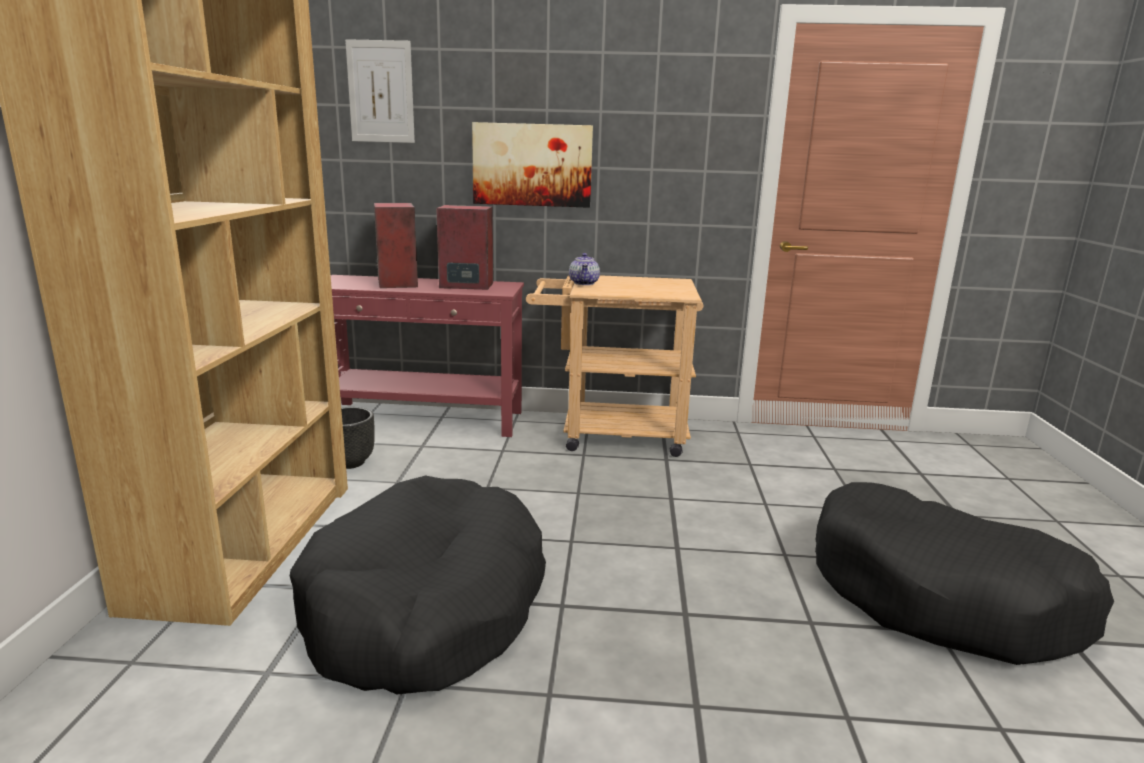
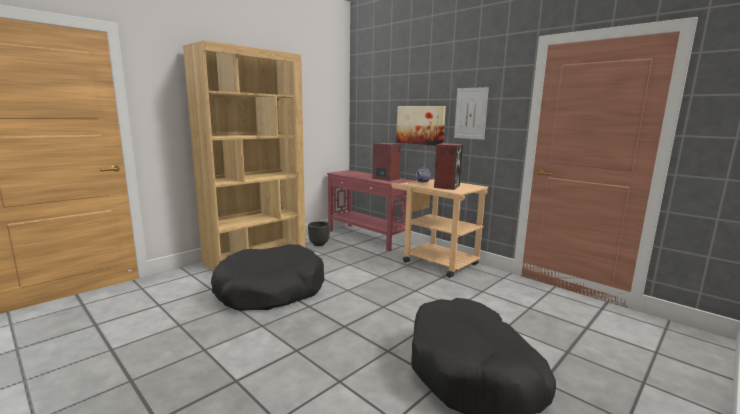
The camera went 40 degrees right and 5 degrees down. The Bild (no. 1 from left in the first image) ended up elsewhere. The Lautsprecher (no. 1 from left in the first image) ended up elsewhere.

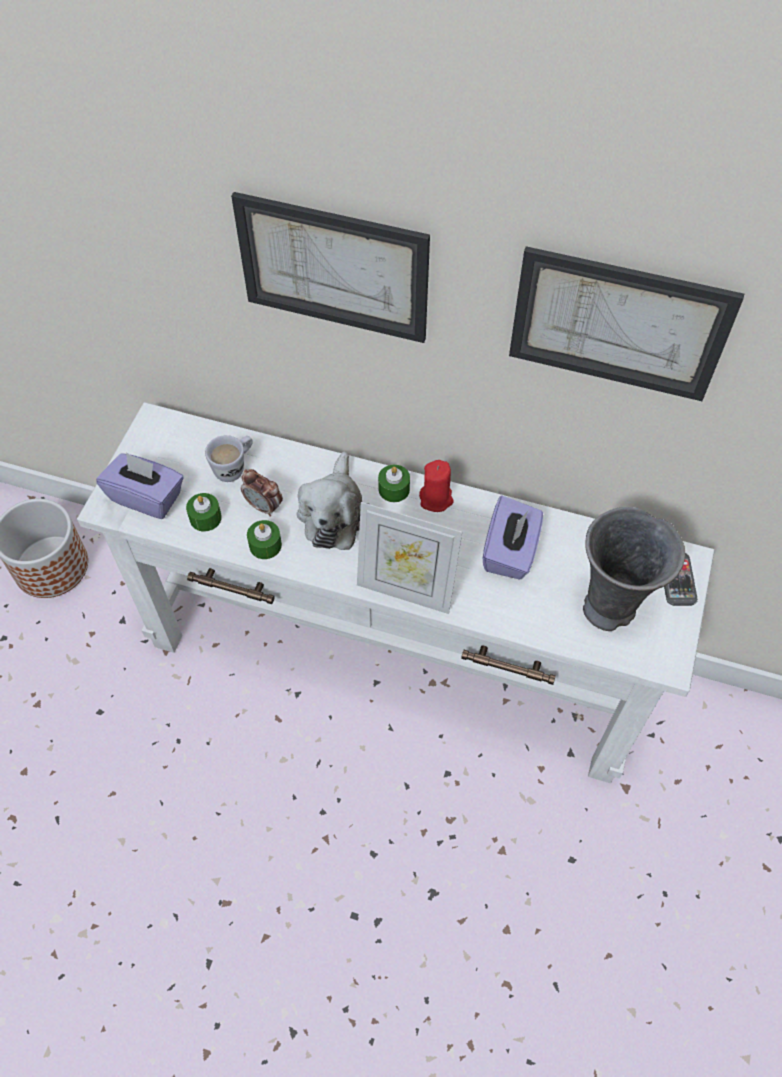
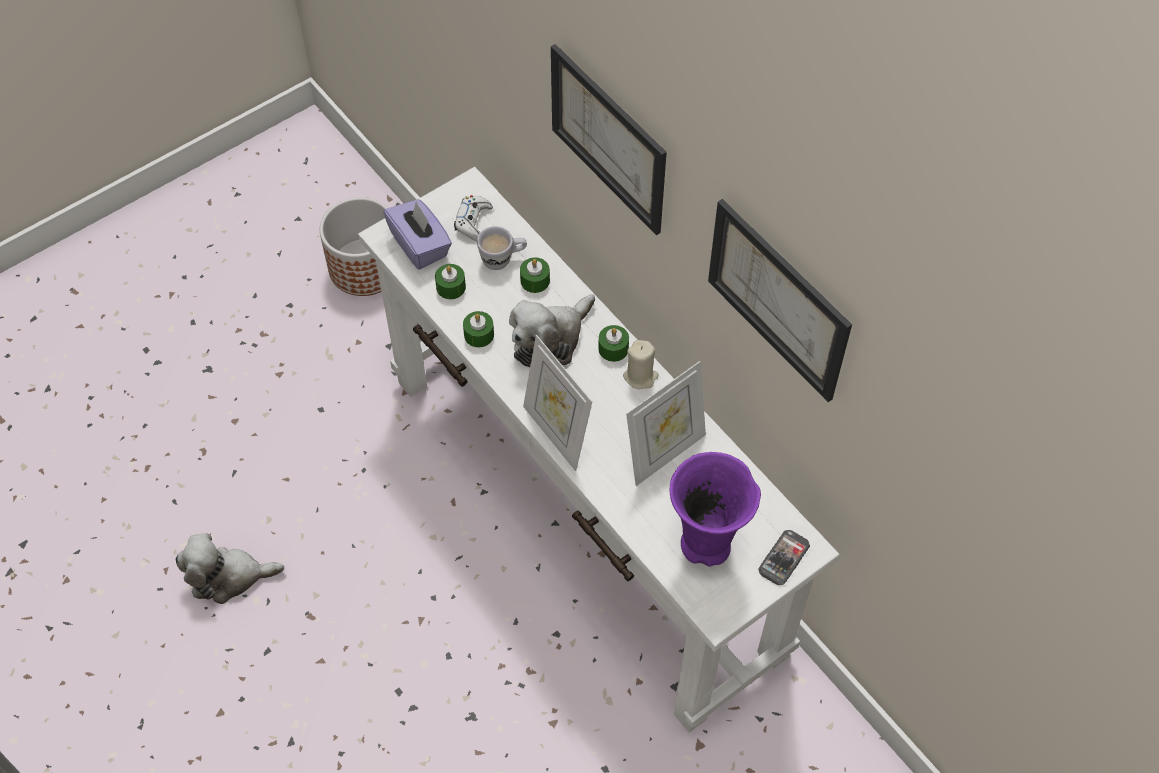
The camera went 35 degrees right and 0 degrees up. The second view lost the Wecker. The second view gained the Plüschtier (no. 1 from left). The second view gained the Gamepad/weiß. The second view gained the Kerze/grün (no. 3 from left). Where the Taschentuchbox/lila (no. 2 from left) stood, the Bilderrahmen (no. 2 from left) came to stand. What was the Kerze/rot turned into the Kerze/beige. What was the Vase/grau turned into the Vase/lila.

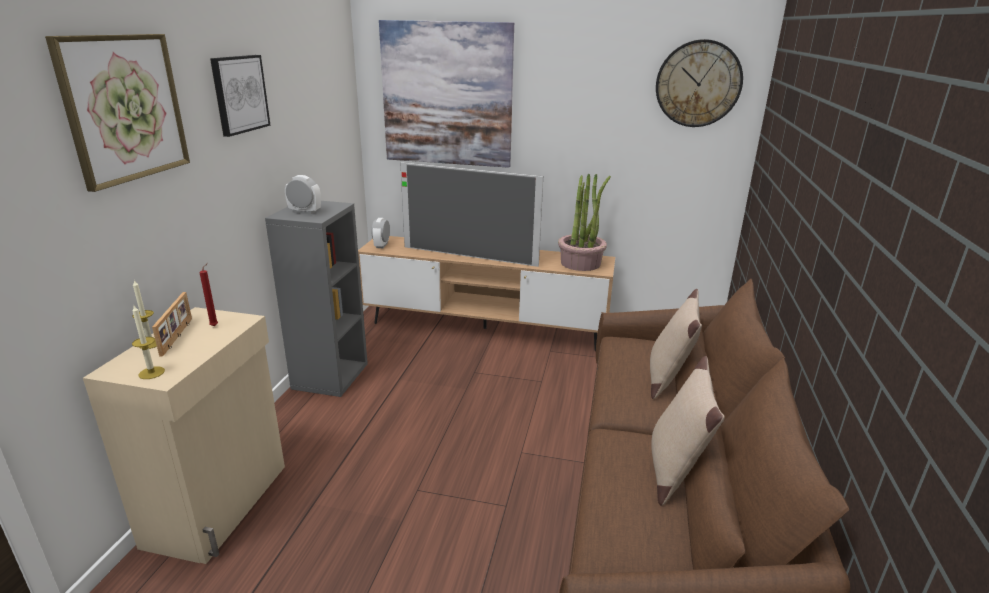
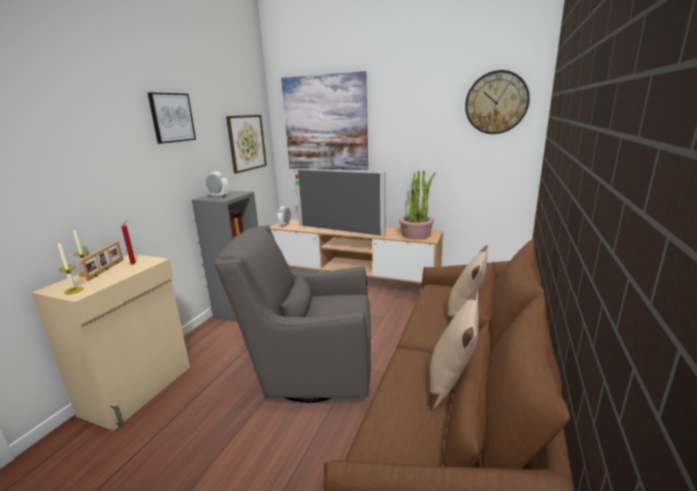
The camera went 10 degrees right and 5 degrees down. The second view gained the Sessel/grau. The Bild (no. 1 from left in the first image) ended up elsewhere.

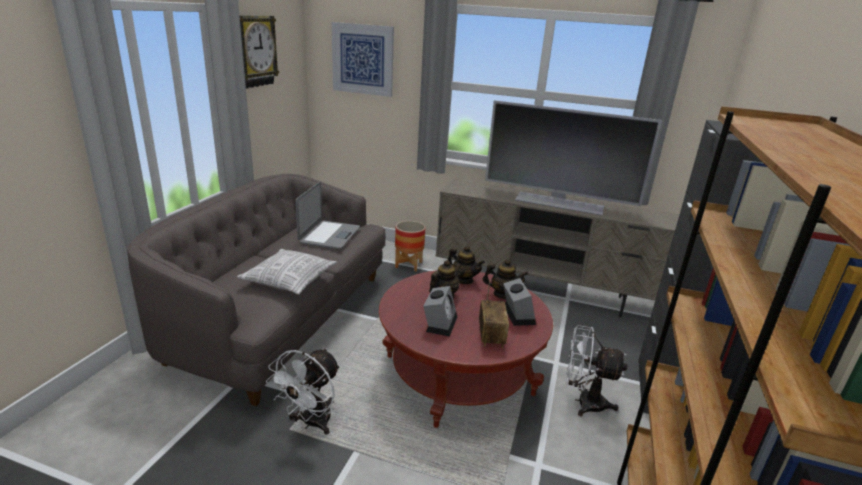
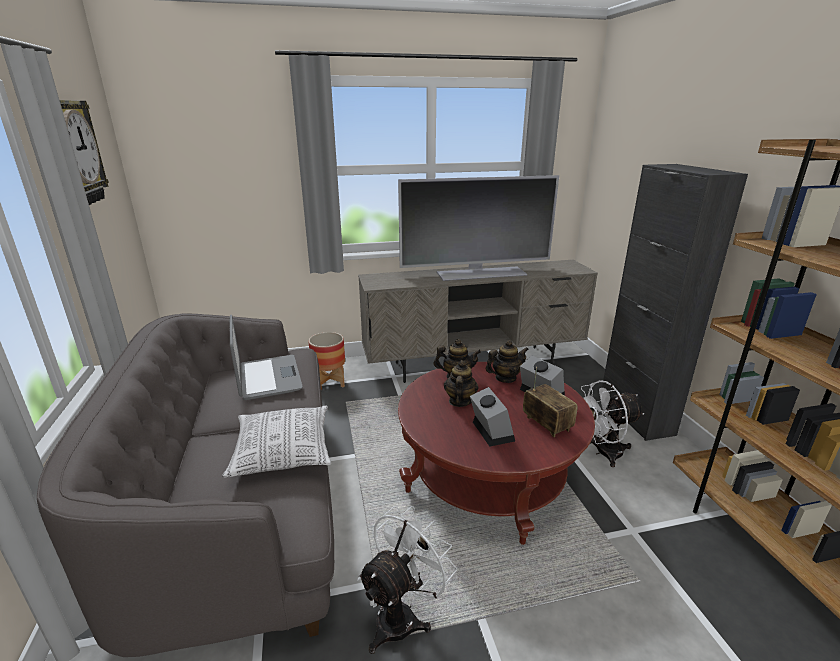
The camera went 30 degrees left and 0 degrees up. The second view lost the Bild. The Ventilator/weiß (no. 1 from left) ended up facing another way, 135 degrees counterclockwise from before.

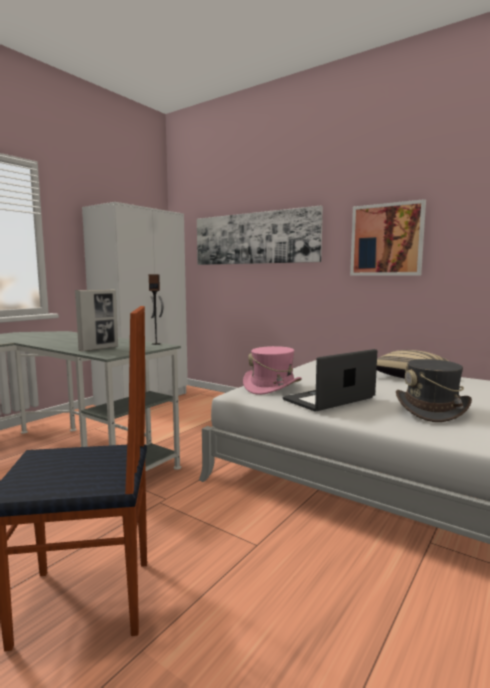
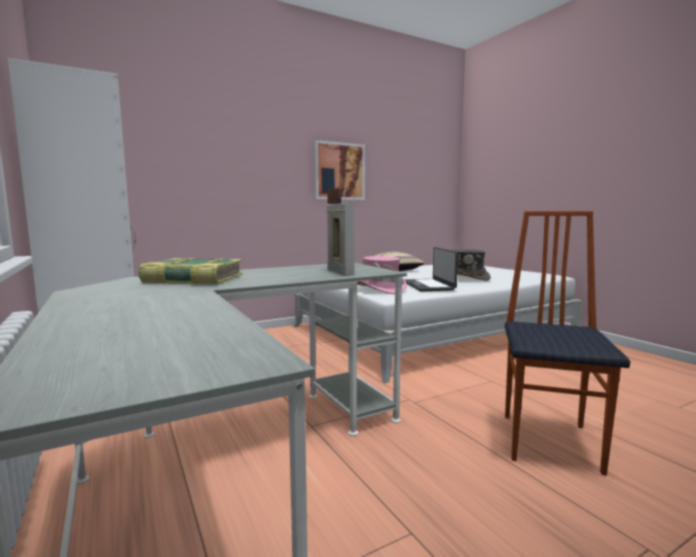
The camera went 65 degrees left and 0 degrees up. The second view lost the Bild (no. 1 from left). The second view gained the Buch.

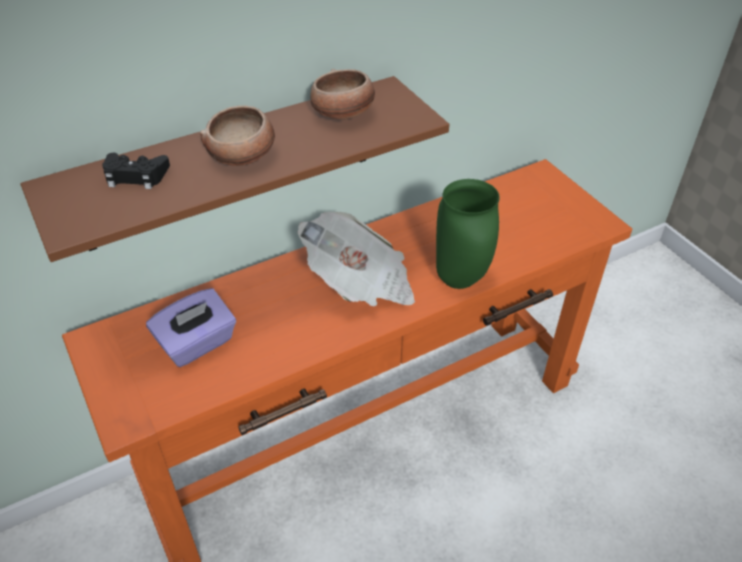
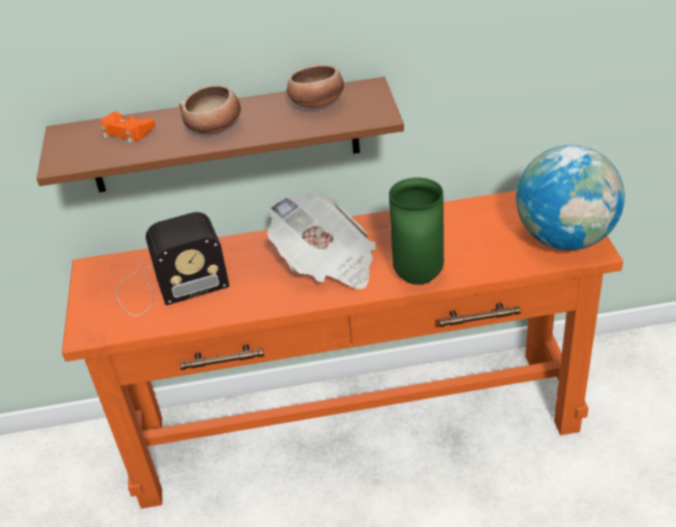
The camera went 25 degrees right and 5 degrees down. The second view gained the Globus. Where the Taschentuchbox/lila stood, the Radio came to stand. What was the Gamepad/schwarz turned into the Gamepad/orange.

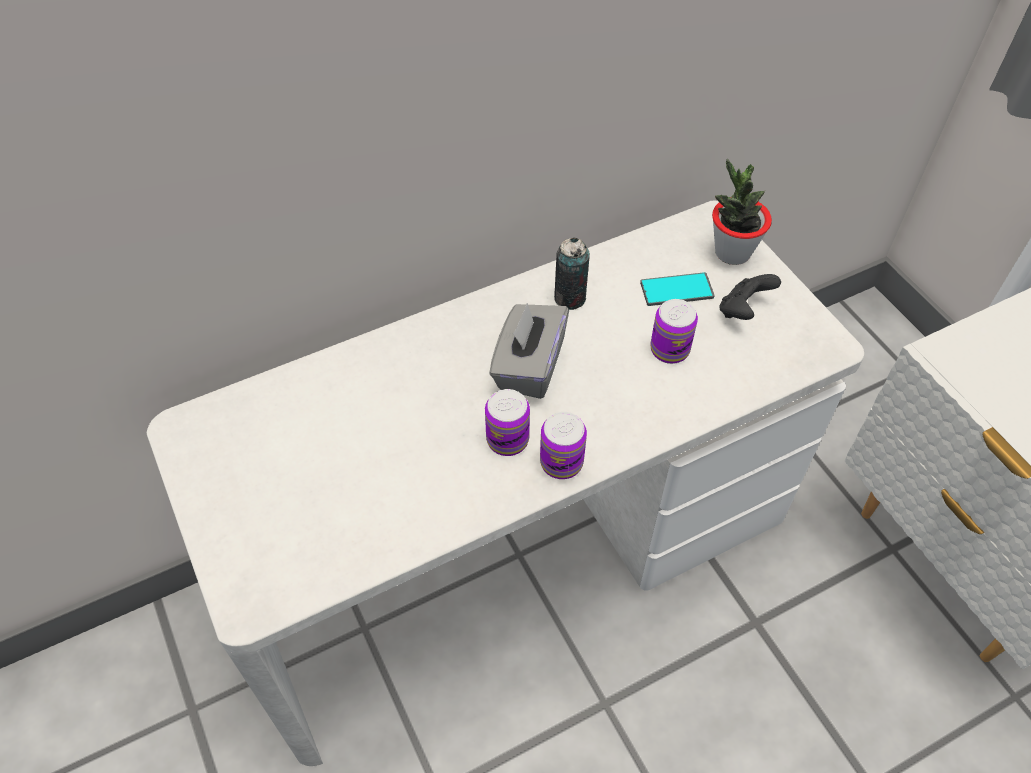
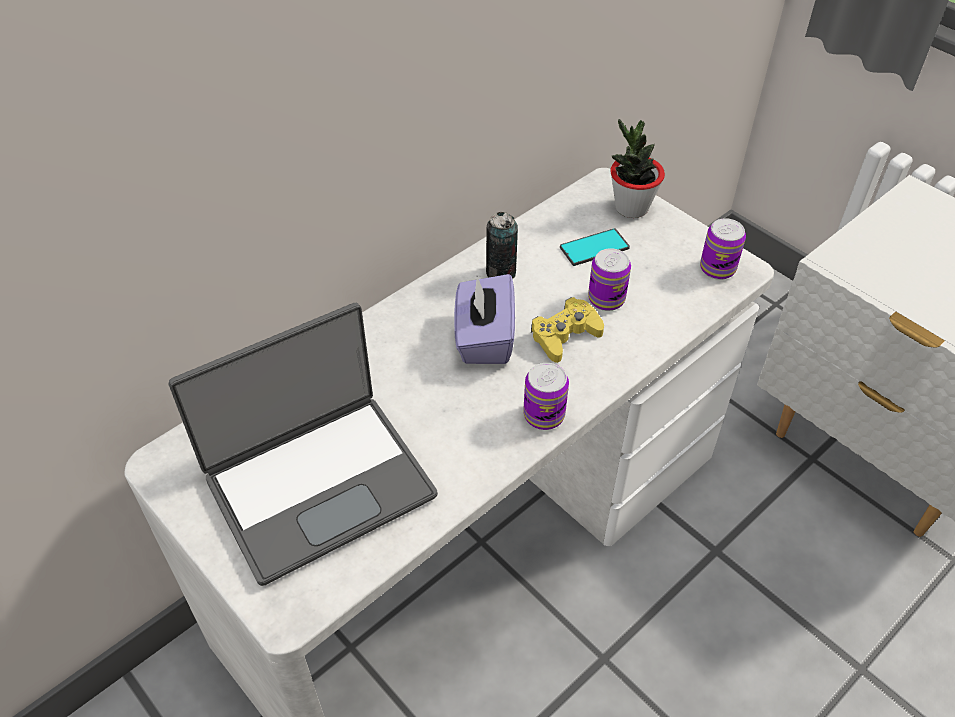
The camera went 15 degrees left and 5 degrees down. The second view lost the Gamepad/schwarz. The second view gained the Laptop. The second view gained the Gamepad/gelb. The Dose (no. 1 from left in the first image) ended up elsewhere. What was the Taschentuchbox/grau turned into the Taschentuchbox/lila.

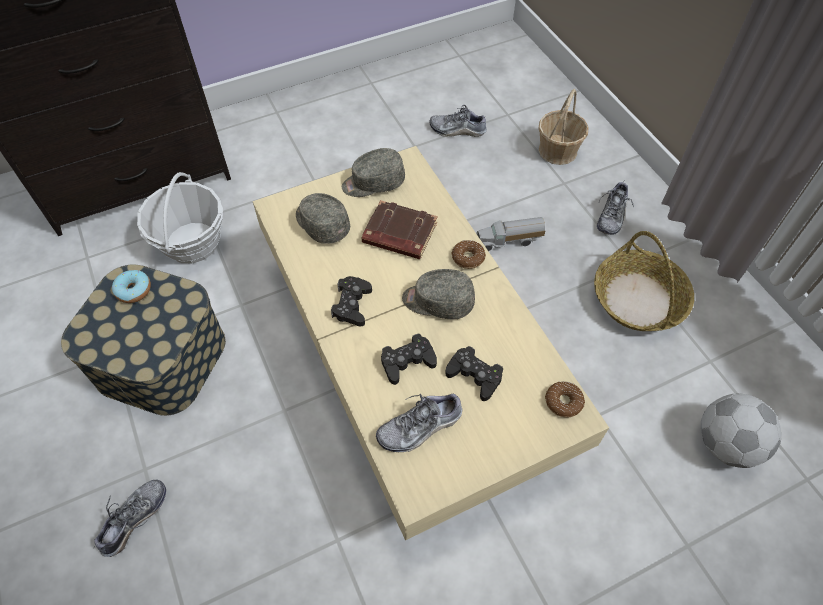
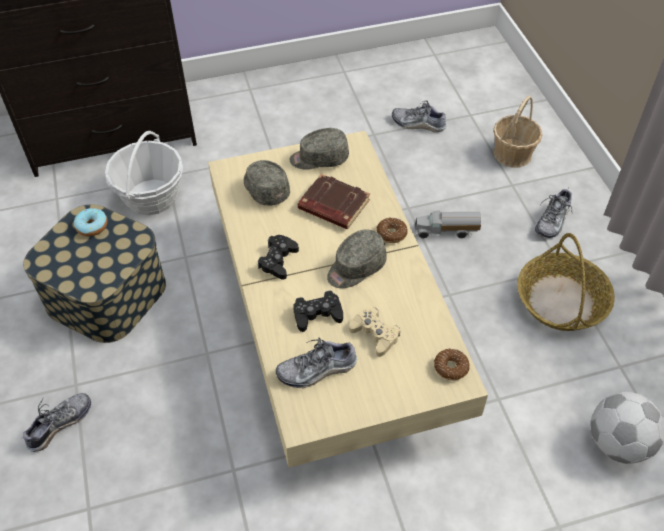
The camera went 10 degrees right and 5 degrees down. What was the Gamepad/schwarz (no. 3 from left) turned into the Gamepad/beige. The Kappe/grau (no. 3 from left) ended up facing another way, 60 degrees counterclockwise from before.

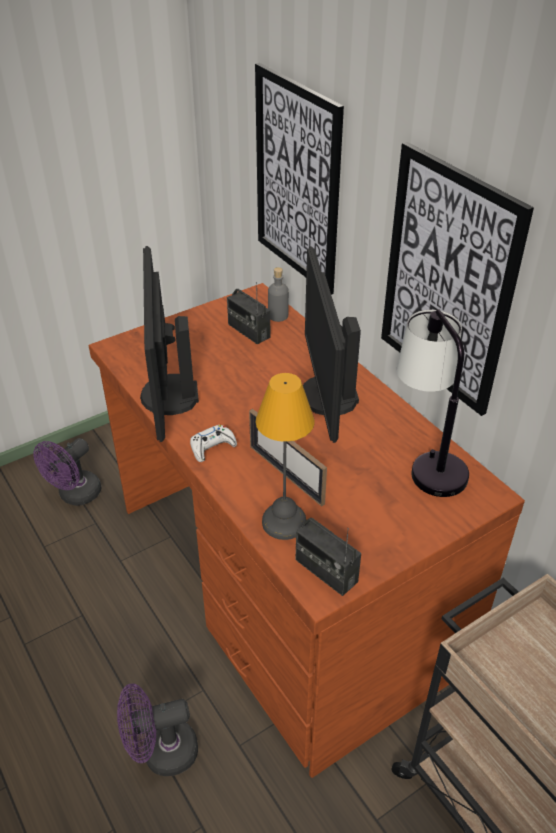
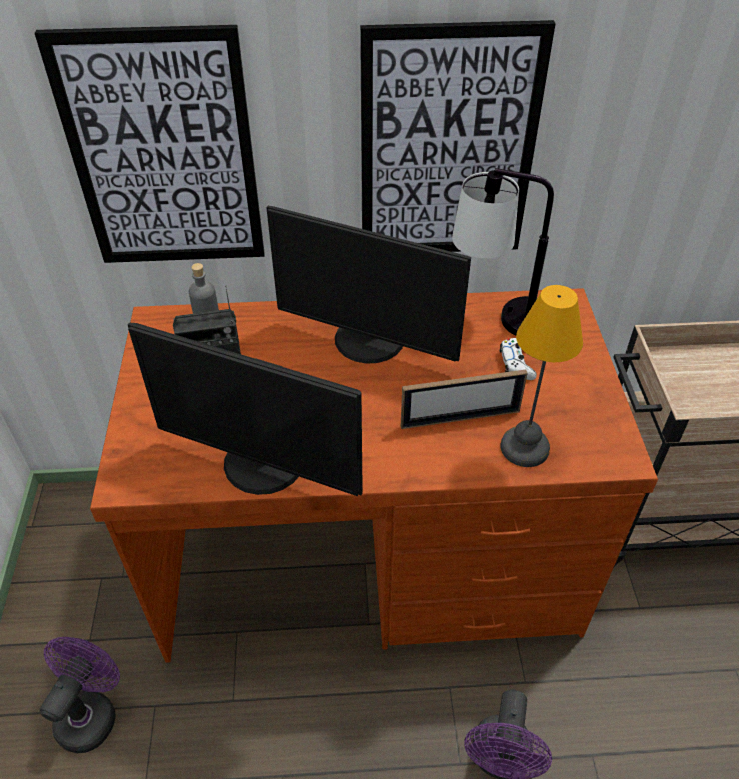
The camera went 60 degrees left and 5 degrees up. The second view lost the Radio (no. 2 from left). The Gamepad/weiß ended up elsewhere. The Ventilator/lila (no. 1 from left) ended up facing another way, 135 degrees counterclockwise from before.

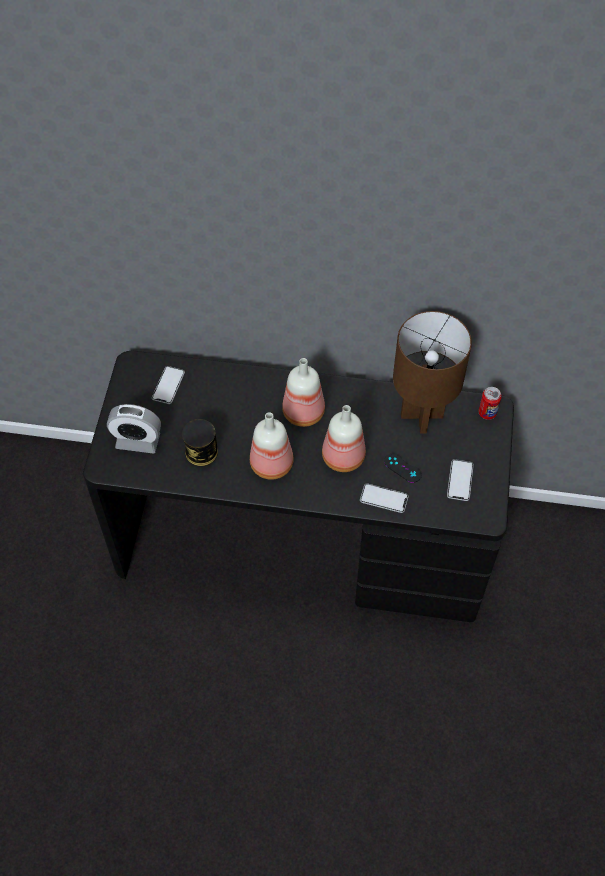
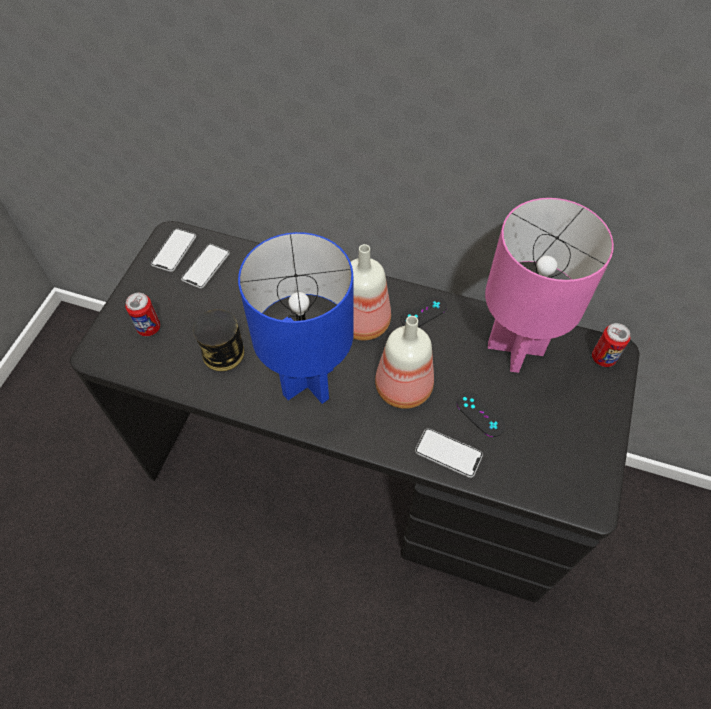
The camera went 10 degrees right and 0 degrees up. The second view gained the Gamepad/schwarz (no. 1 from left). The Handy (no. 3 from left in the first image) ended up elsewhere. Where the Wecker stood, the Dose (no. 1 from left) came to stand. Where the Flasche (no. 1 from left) stood, the Tischlampe/blau came to stand. What was the Tischlampe/braun turned into the Tischlampe/rosa.

